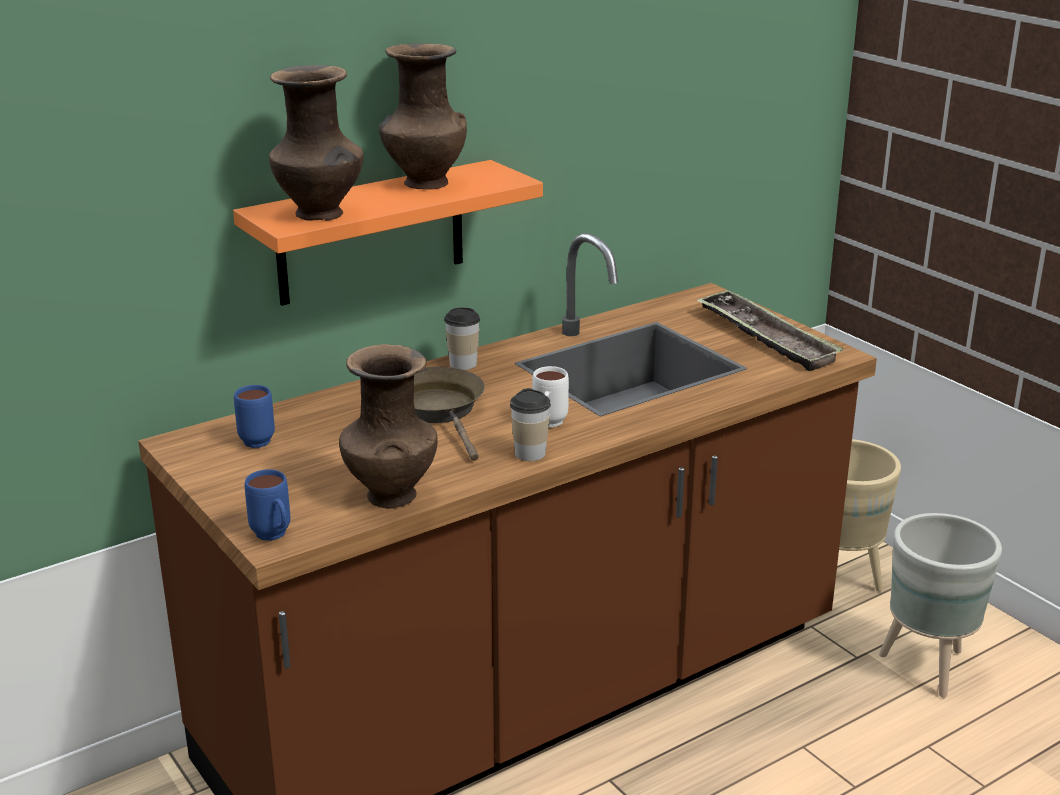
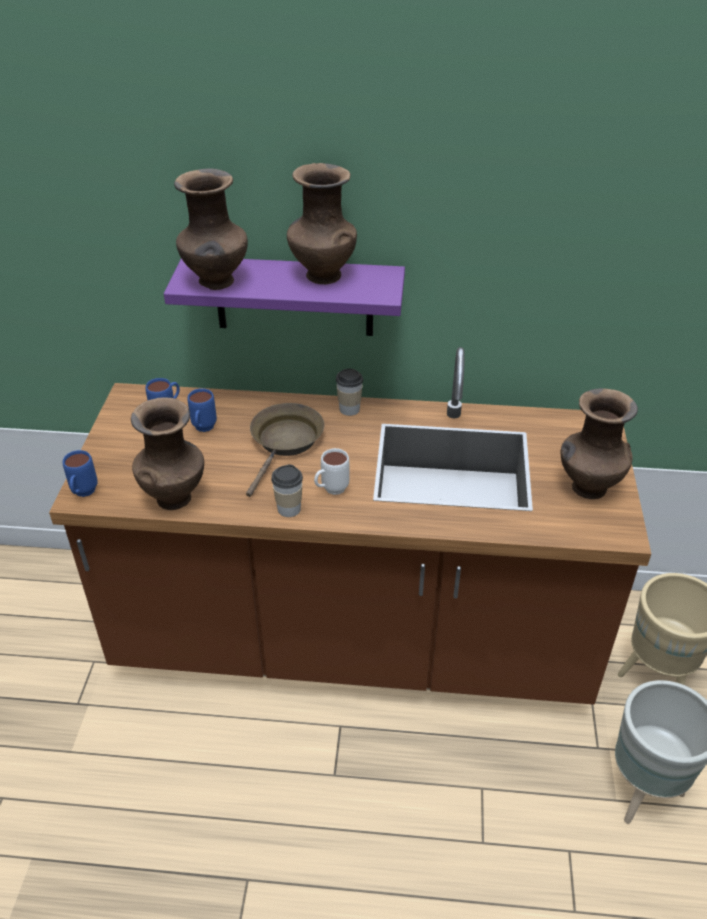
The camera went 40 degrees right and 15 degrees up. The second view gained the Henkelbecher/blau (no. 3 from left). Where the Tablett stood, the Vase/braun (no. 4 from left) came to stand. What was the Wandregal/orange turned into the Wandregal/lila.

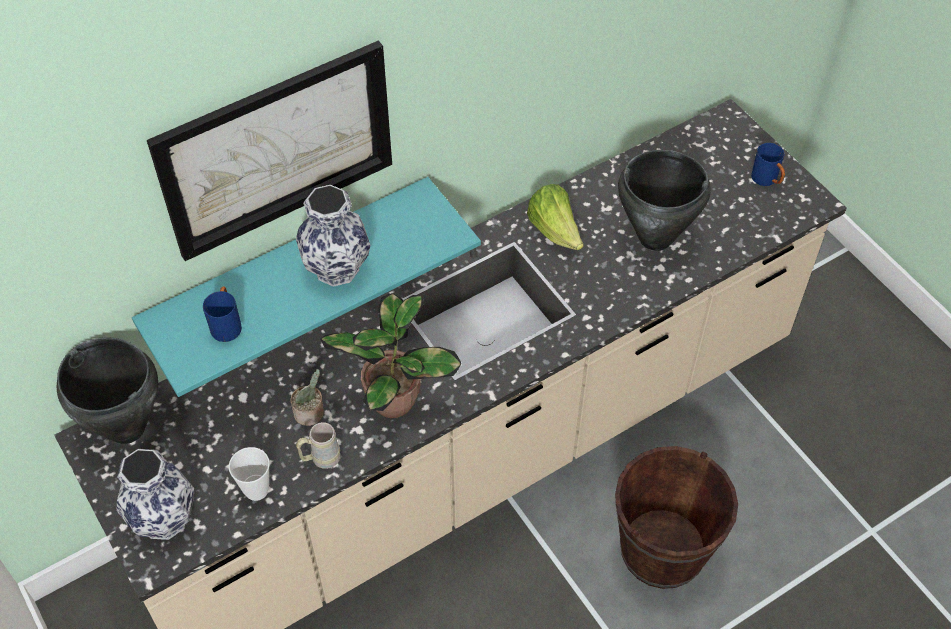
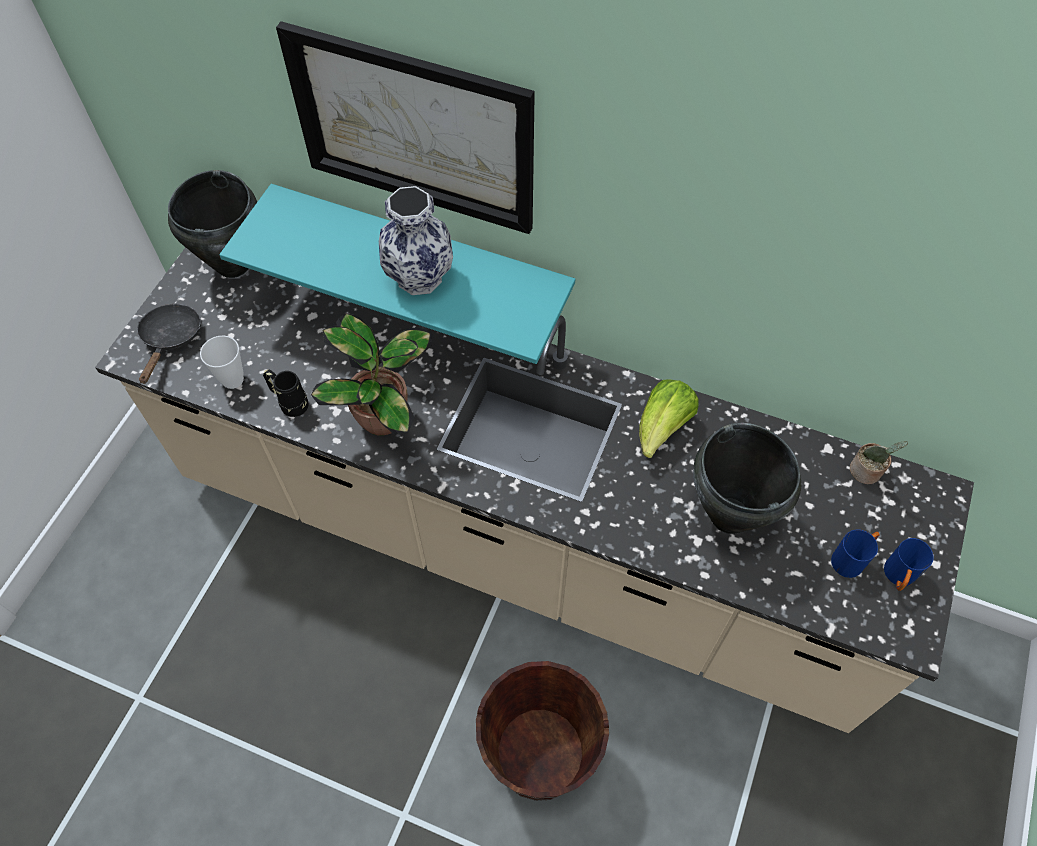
The camera went 55 degrees right and 5 degrees up. The Henkelbecher/blau (no. 1 from left) ended up elsewhere. The Topfpflanze (no. 1 from left in the first image) ended up elsewhere. Where the Vase (no. 1 from left) stood, the Pfanne/schwarz came to stand. What was the Henkelbecher/beige turned into the Henkelbecher/schwarz.

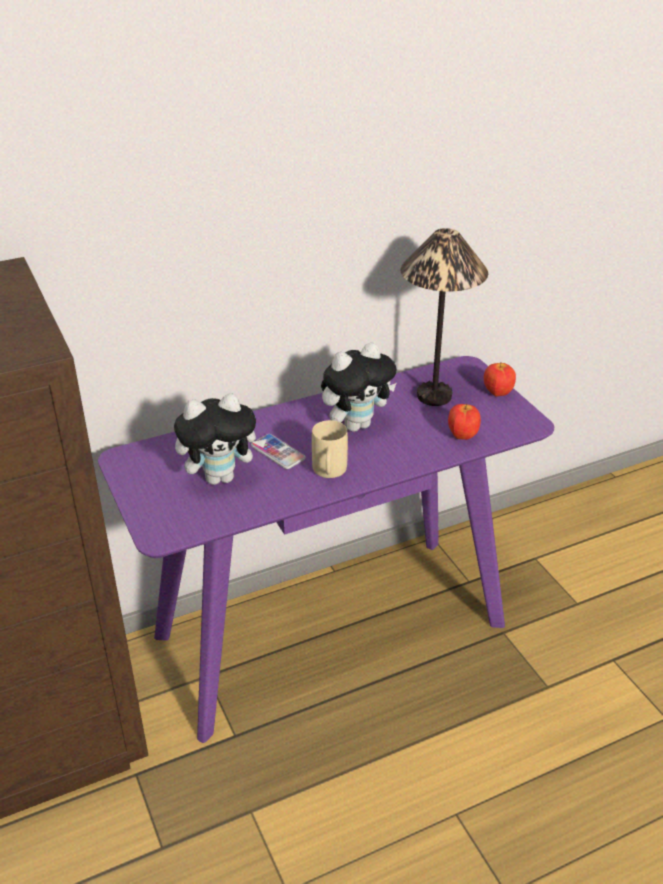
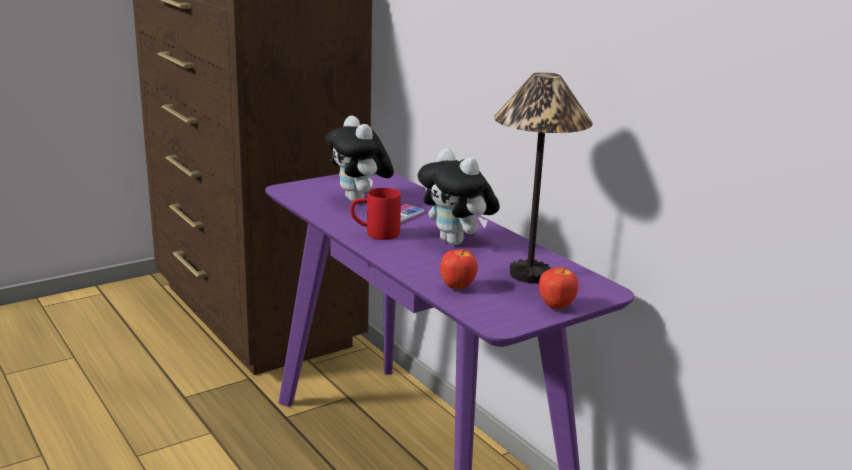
The camera went 80 degrees right and 15 degrees down. What was the Henkelbecher/beige turned into the Henkelbecher/rot.

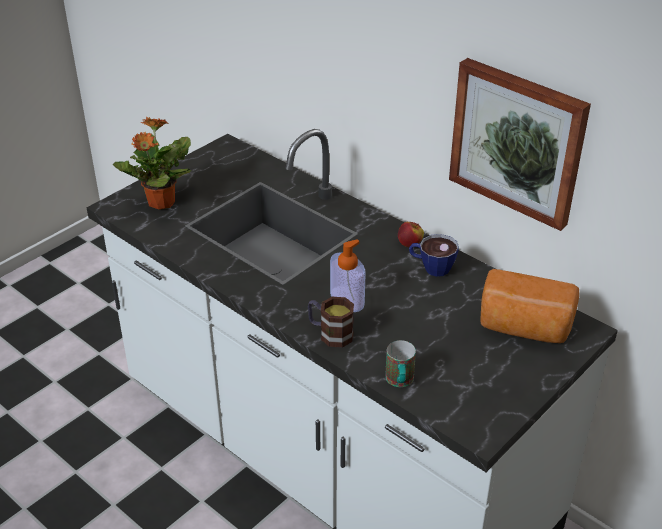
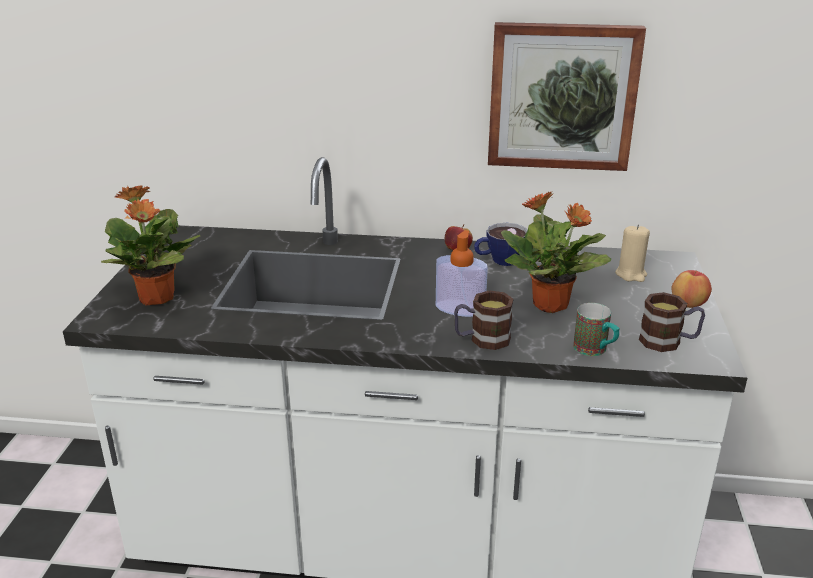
The camera went 35 degrees left and 10 degrees down. The second view gained the Topfpflanze (no. 2 from left). The second view gained the Henkelbecher (no. 3 from left). The second view gained the Apfel (no. 2 from left). Where the Brot stood, the Kerze/beige came to stand.

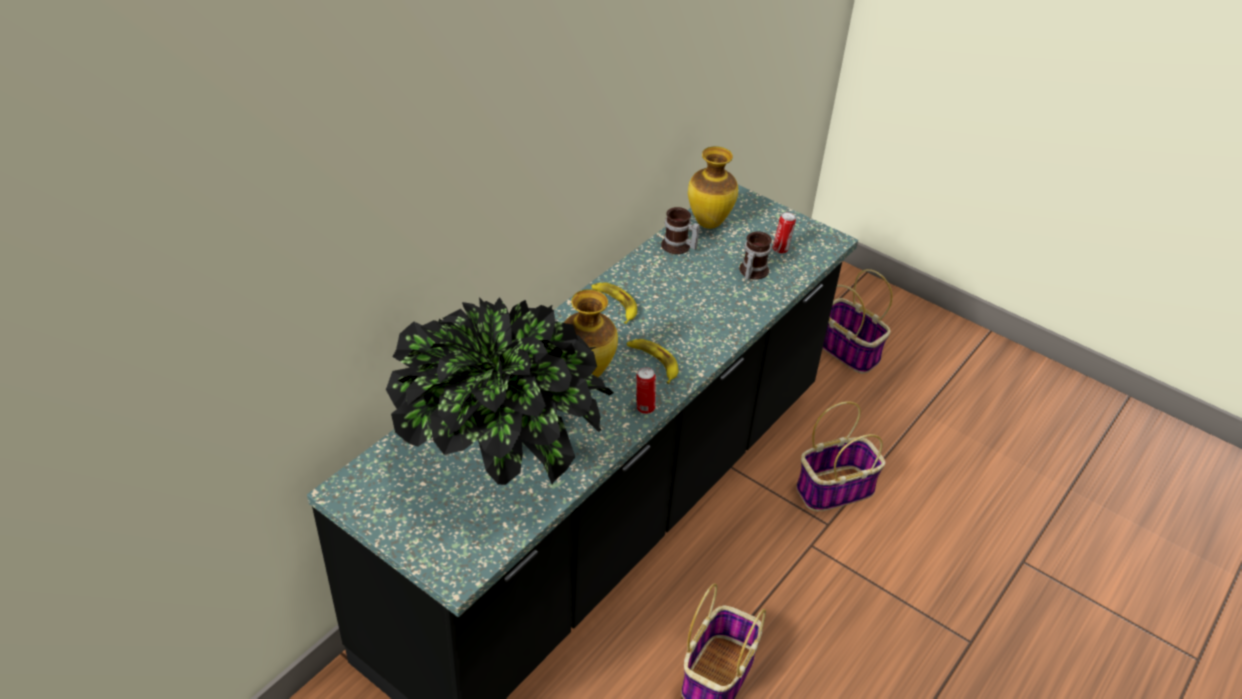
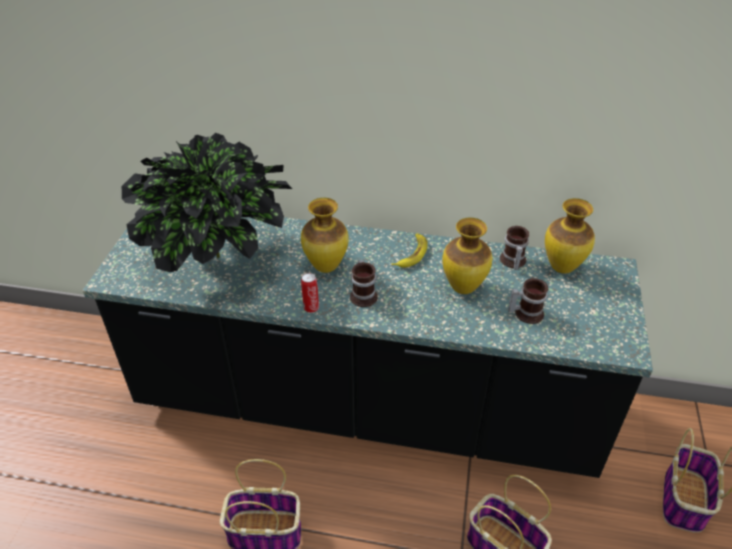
The camera went 65 degrees right and 0 degrees up. The second view lost the Dose (no. 2 from left). The second view gained the Vase (no. 2 from left). Where the Banane (no. 2 from left) stood, the Henkelbecher (no. 1 from left) came to stand.

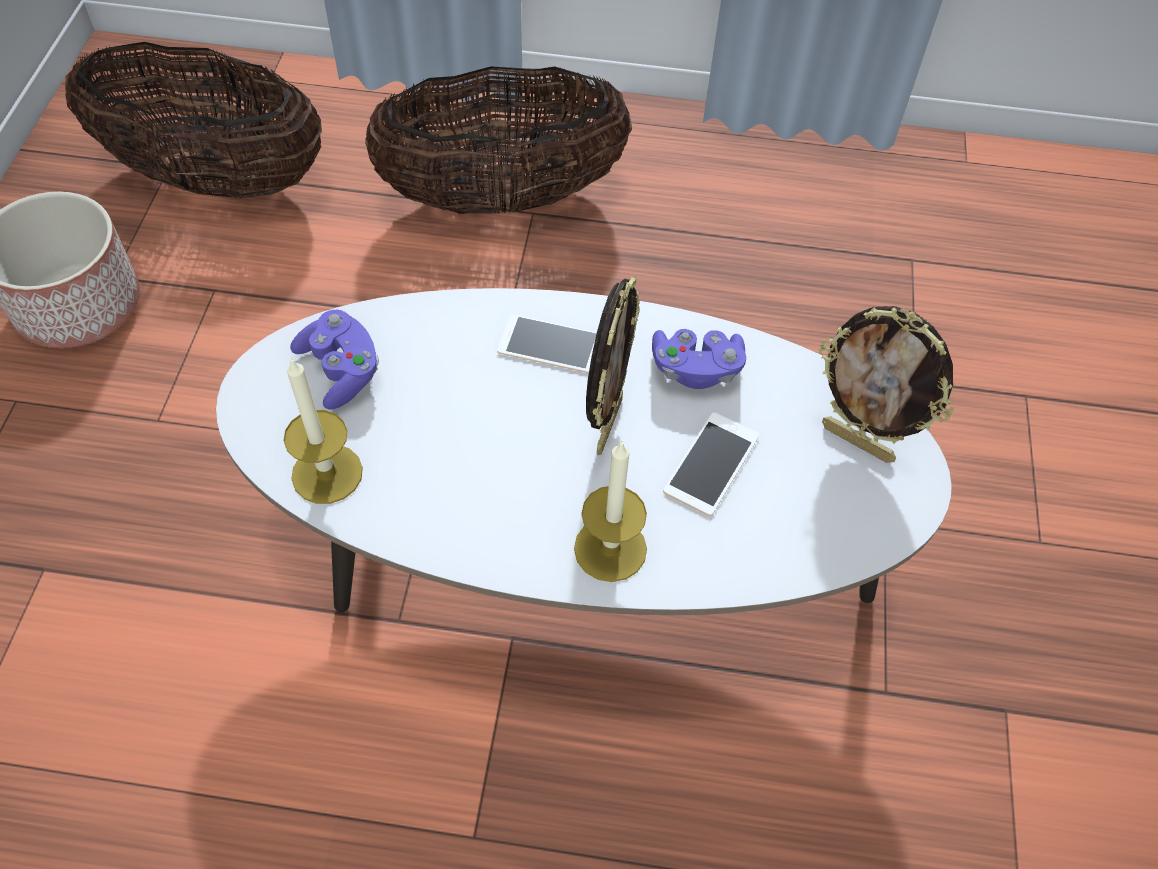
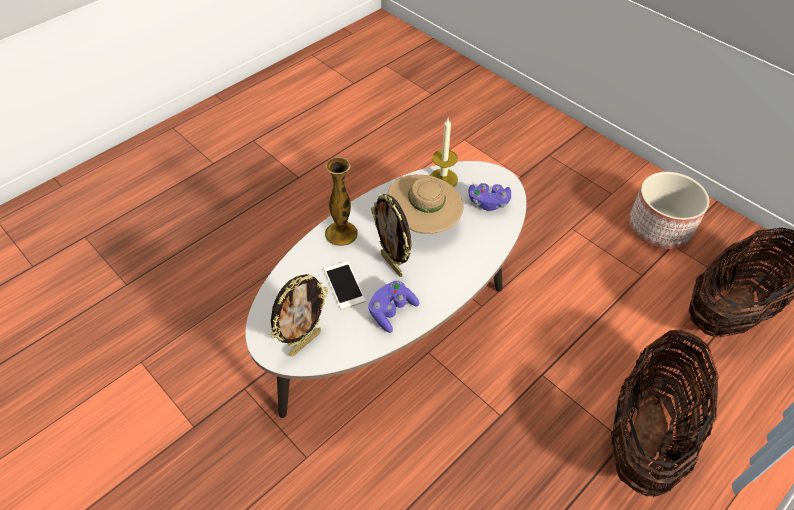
The camera went 130 degrees right and 5 degrees down. The second view lost the Handy (no. 1 from left). The second view gained the Hut/beige. Where the Kerze (no. 2 from left) stood, the Vase came to stand. The Bilderrahmen (no. 2 from left in the first image) ended up facing another way, 150 degrees clockwise from before.

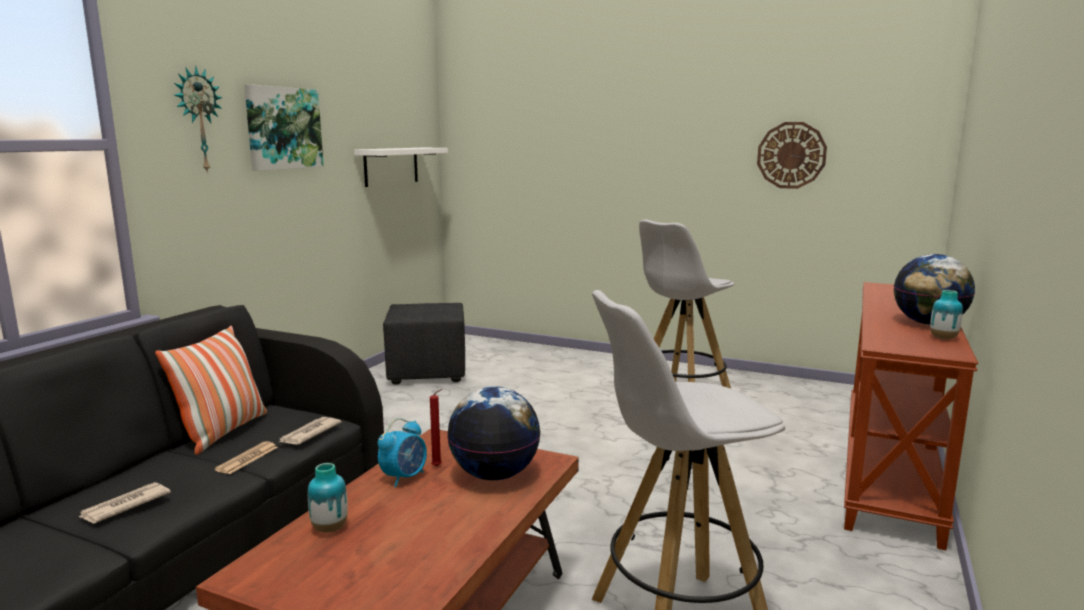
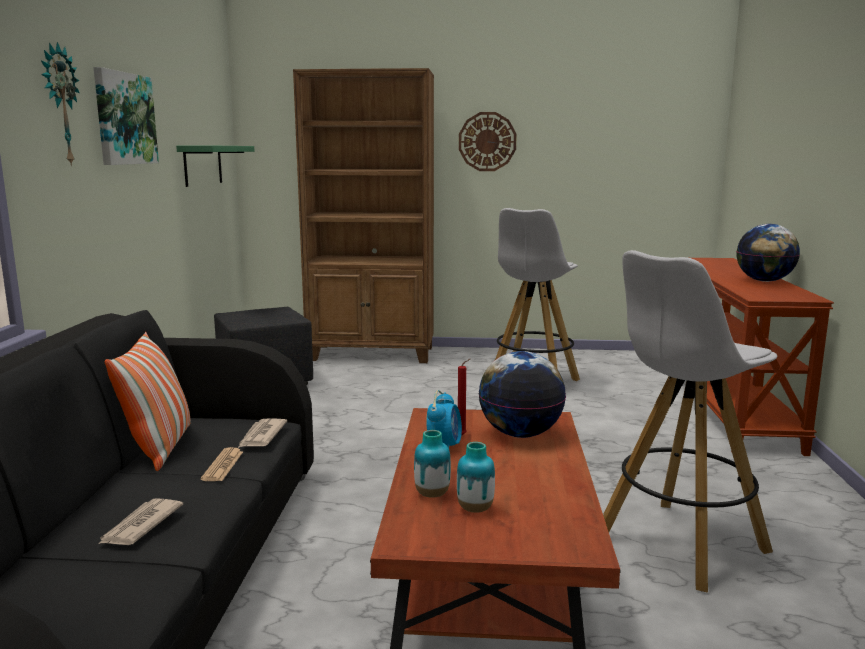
The camera went 20 degrees left and 0 degrees up. The second view gained the Bücherregal/braun. The Wanduhr (no. 2 from left) ended up elsewhere. The Vase (no. 2 from left) ended up elsewhere. What was the Wandregal/weiß turned into the Wandregal/grün.

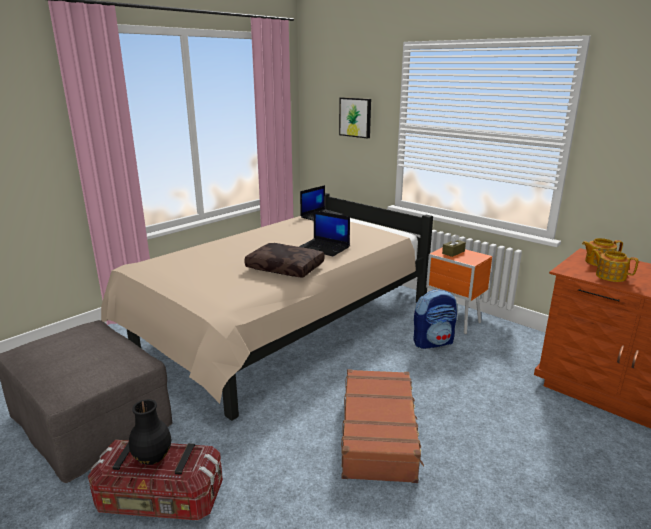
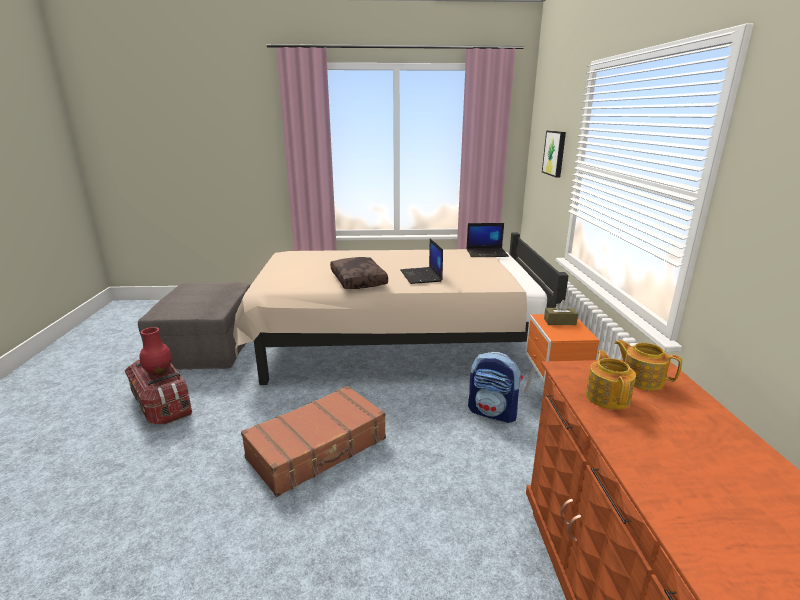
The camera went 45 degrees right and 0 degrees up. What was the Vase/schwarz turned into the Vase/rot.

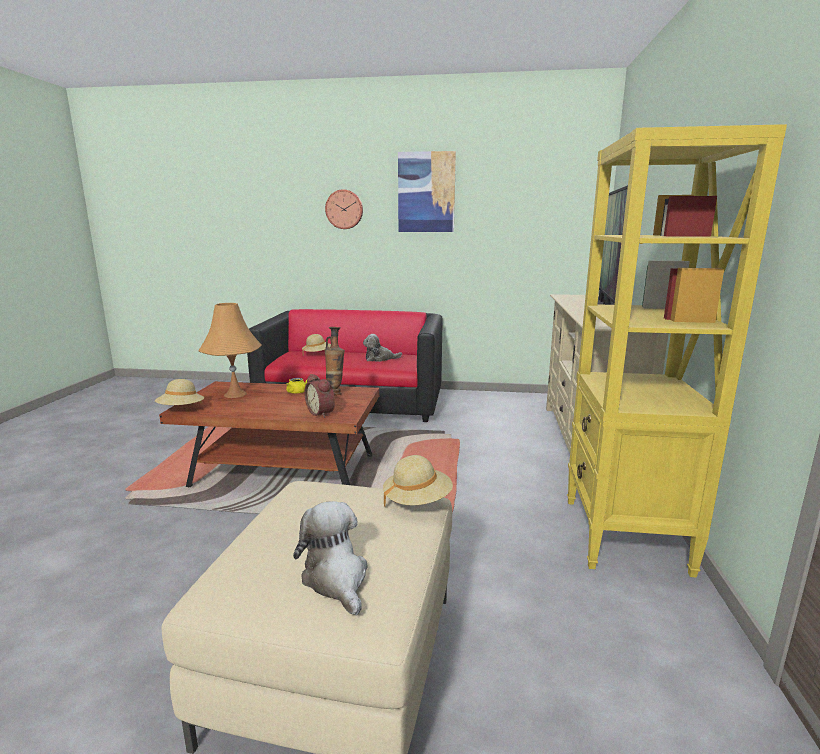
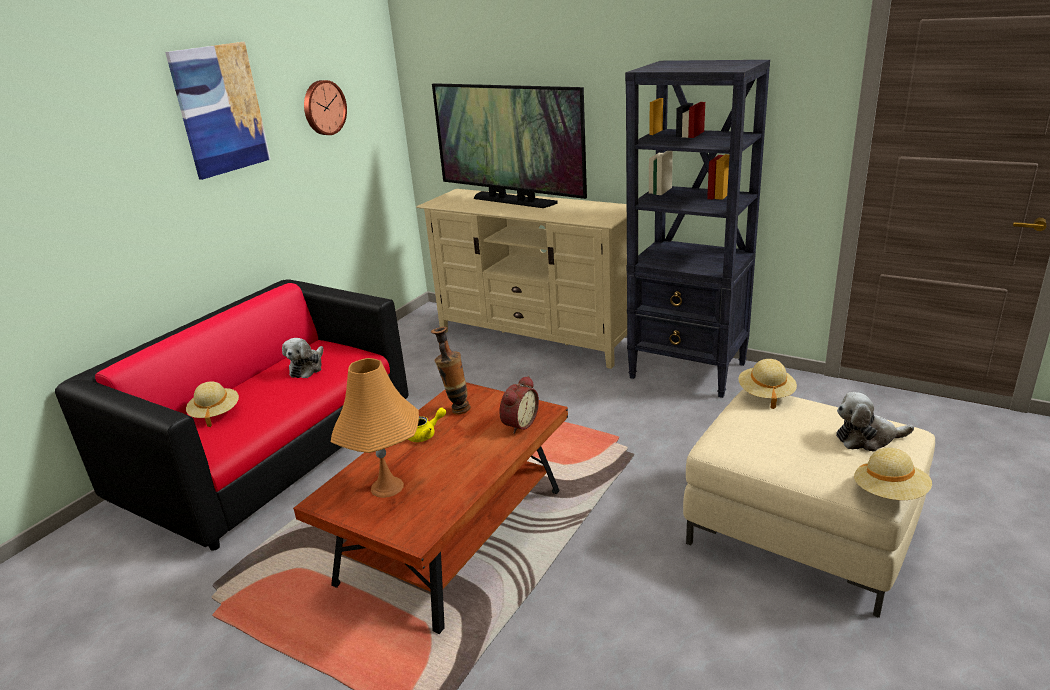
The camera went 65 degrees left and 10 degrees up. The Hut/beige (no. 1 from left in the first image) ended up elsewhere. The Wanduhr ended up elsewhere. What was the Bücherregal/gelb turned into the Bücherregal/schwarz. The Wecker ended up facing another way, 45 degrees counterclockwise from before.

